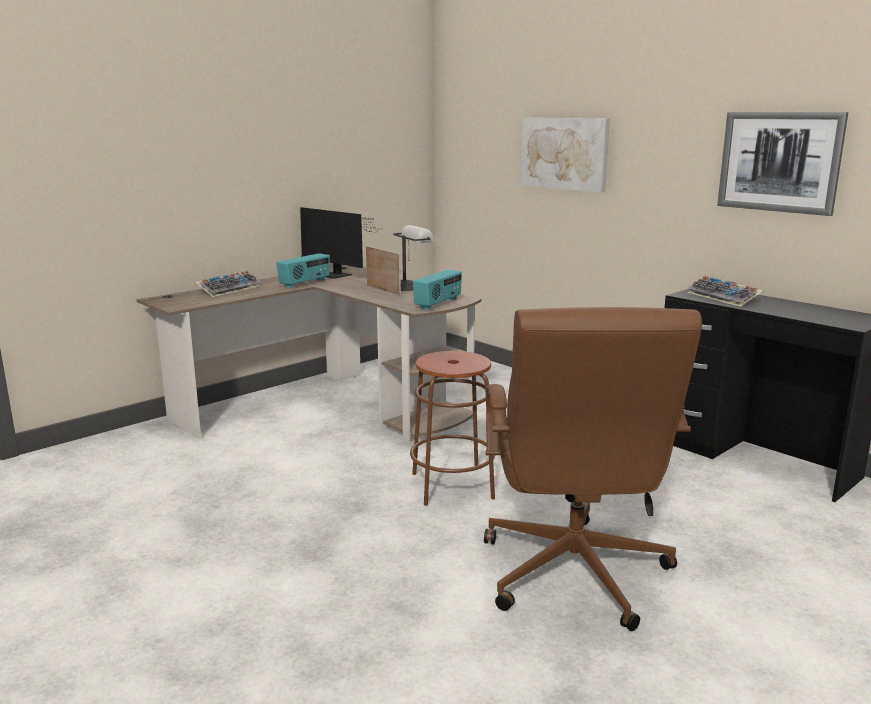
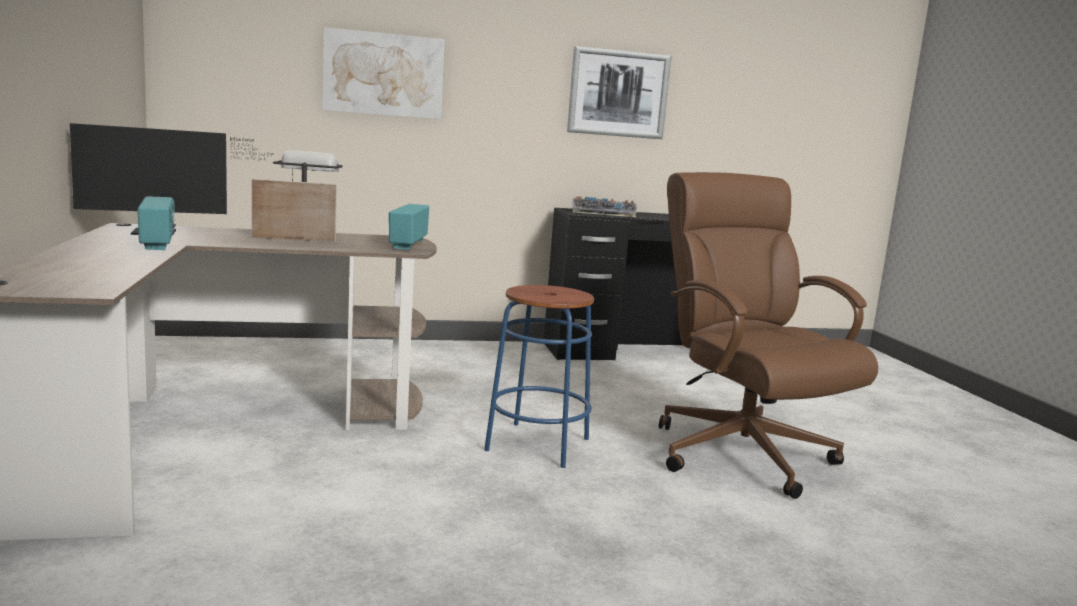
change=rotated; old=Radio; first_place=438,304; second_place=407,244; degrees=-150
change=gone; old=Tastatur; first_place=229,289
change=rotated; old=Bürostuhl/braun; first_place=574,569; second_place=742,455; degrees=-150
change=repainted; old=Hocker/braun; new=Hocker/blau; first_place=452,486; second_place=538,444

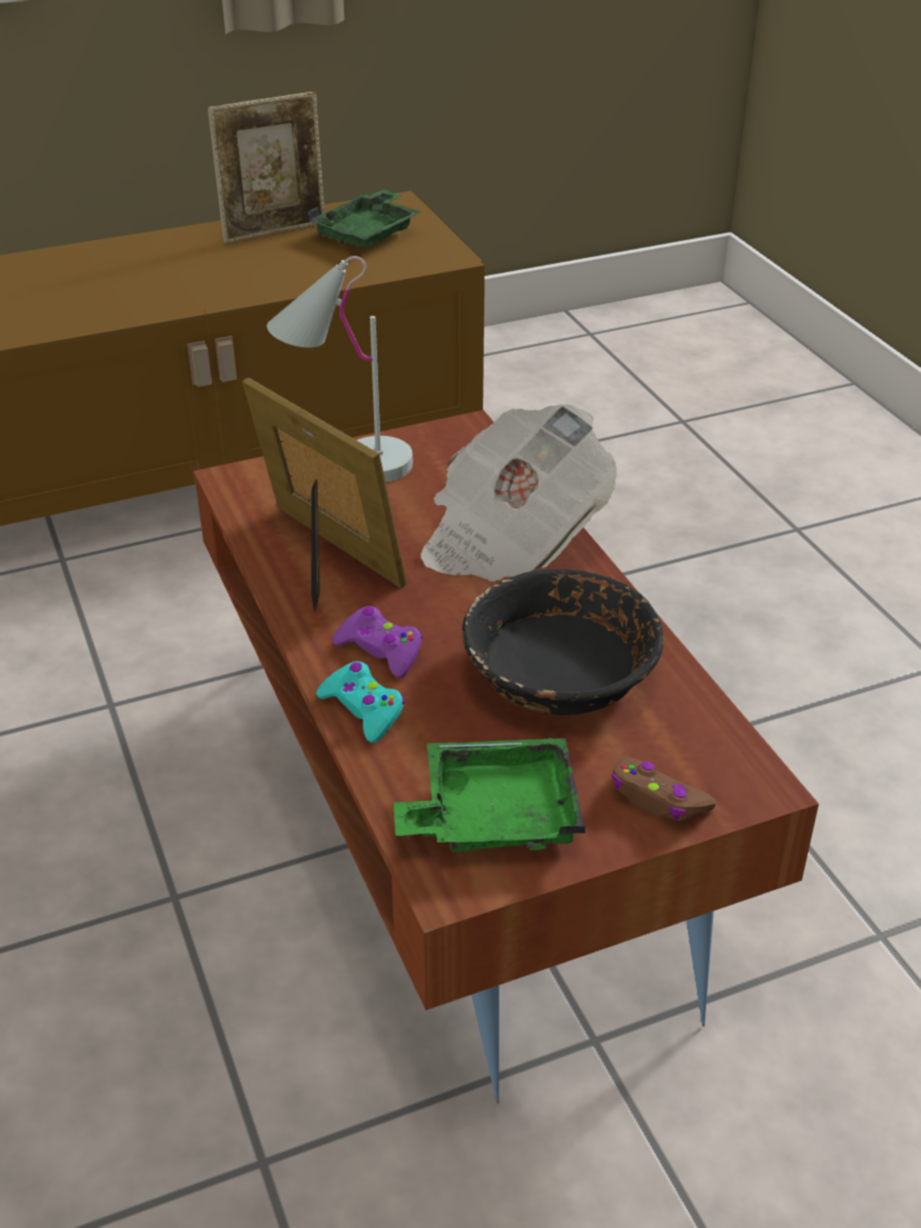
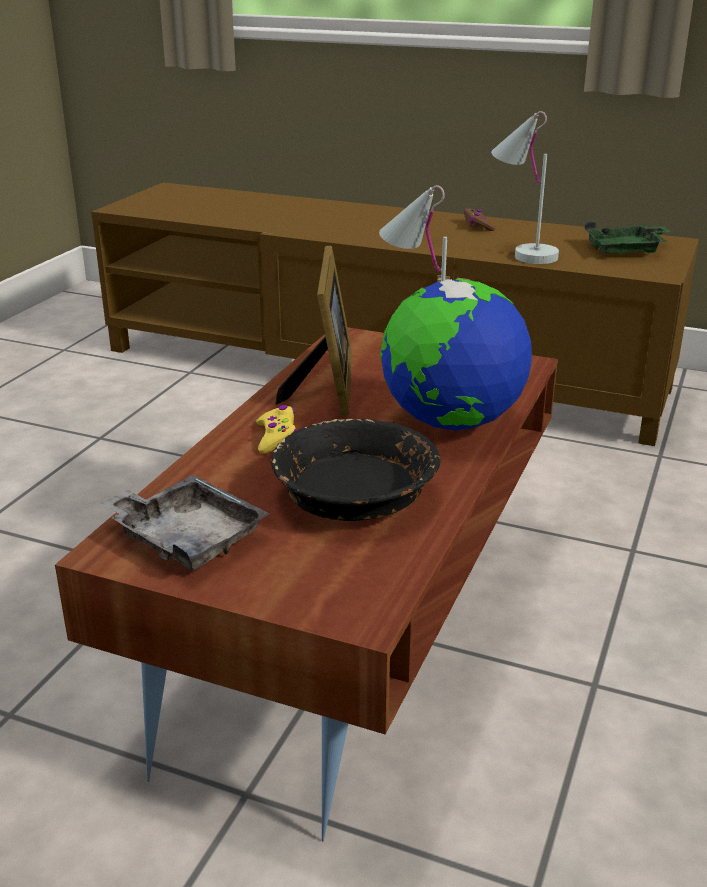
change=gone; old=Bilderrahmen; first_place=274,231
change=swapped; old=Zeitung; new=Globus; first_place=511,538; second_place=451,423
change=repainted; old=Gamepad/lila; new=Gamepad/gelb; first_place=381,650; second_place=276,437
change=gone; old=Gamepad/türkis; first_place=363,709
change=repainted; old=Tablett/grün; new=Tablett/grau; first_place=494,815; second_place=186,537
change=shifted; old=Gamepad/braun; first_place=658,799; second_place=478,225
change=new; new=Tischlampe/weiß; second_place=520,252

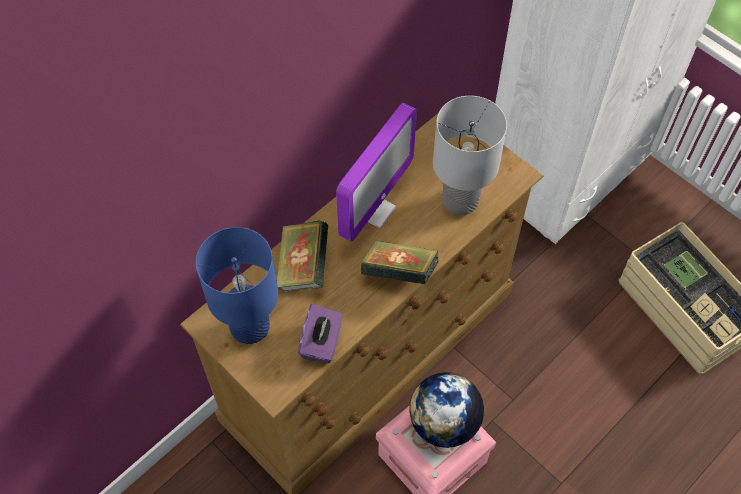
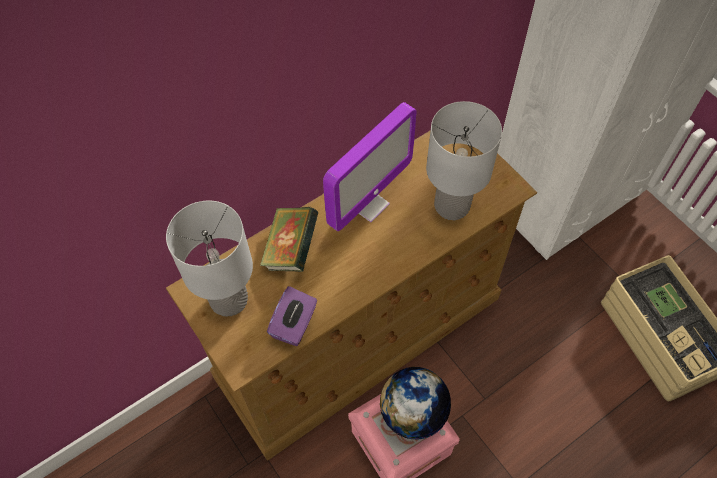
change=repainted; old=Tischlampe/blau; new=Tischlampe/grau; first_place=250,328; second_place=229,301
change=gone; old=Buch; first_place=399,273

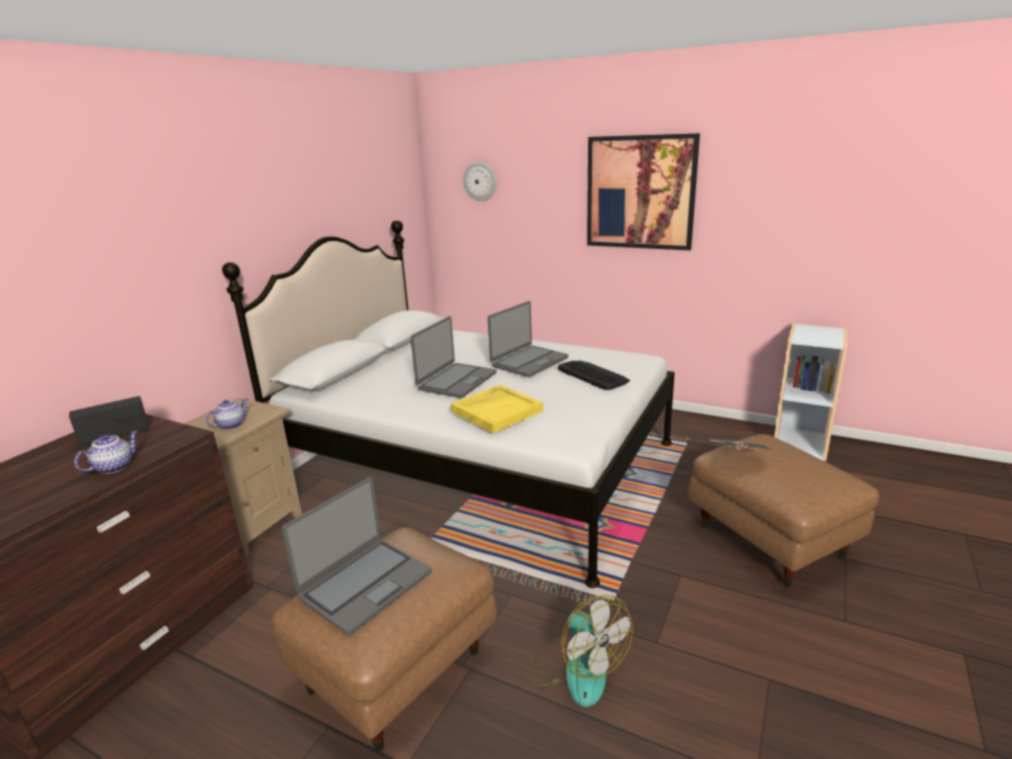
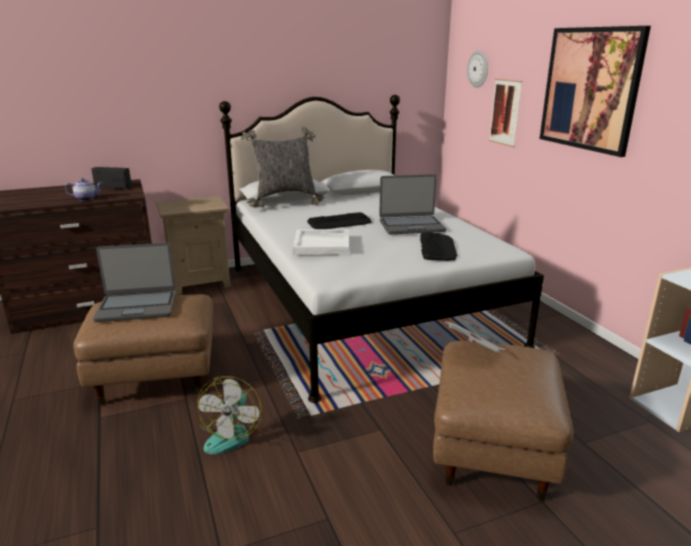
change=swapped; old=Laptop; new=Tastatur; first_place=456,381; second_place=339,222
change=repainted; old=Tablett/gelb; new=Tablett/weiß; first_place=497,411; second_place=322,244
change=gone; old=Teekanne; first_place=231,425
change=new; new=Bild; second_place=505,112
change=new; new=Kissen; second_place=284,204

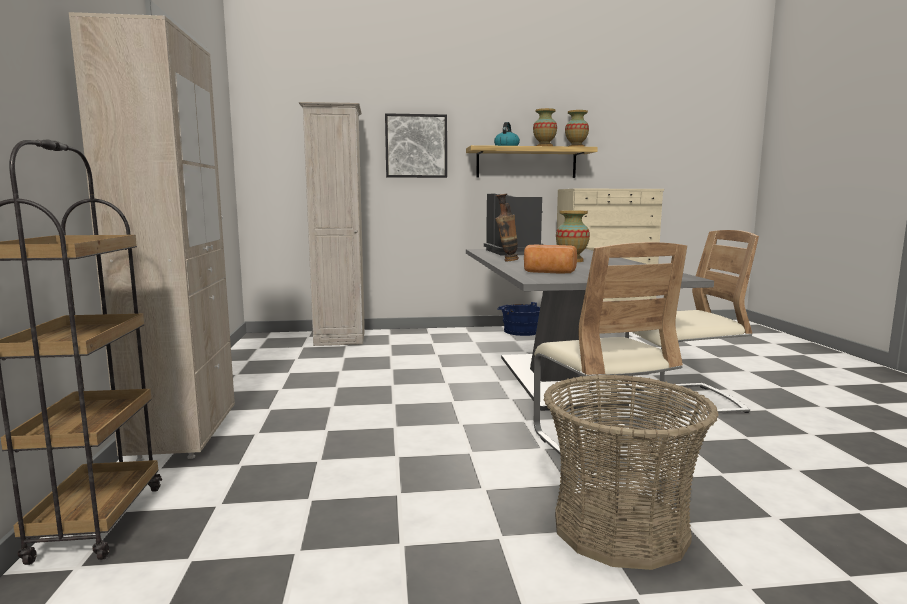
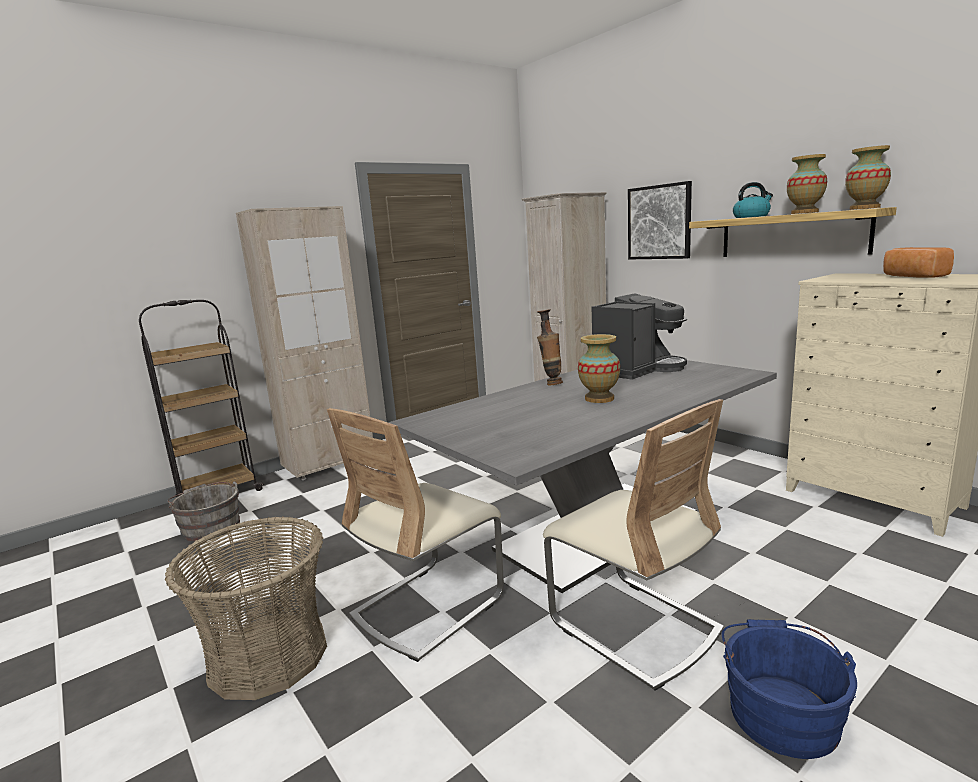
change=shifted; old=Brot; first_place=548,272; second_place=912,276
change=shifted; old=Eimer/blau; first_place=520,331; second_place=781,710
change=new; new=Eimer/grau; second_place=210,527

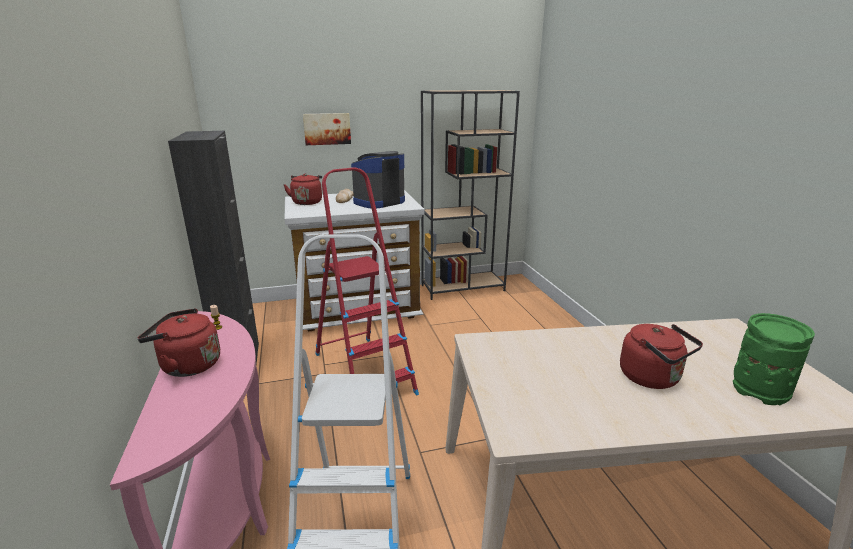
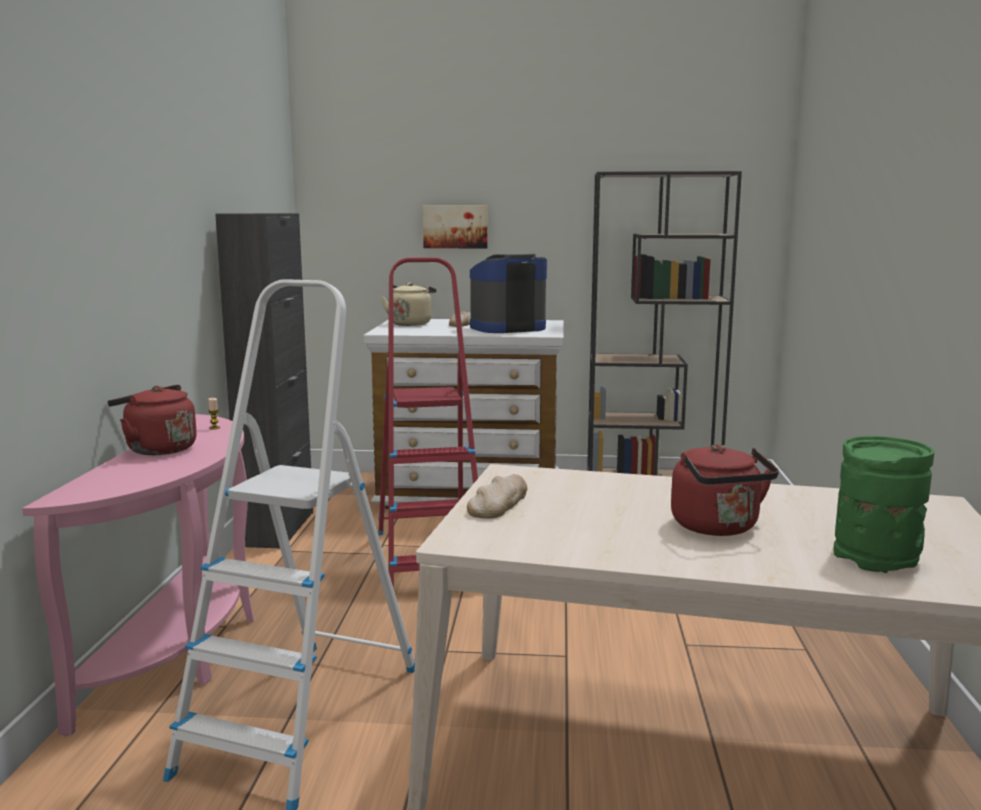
change=repainted; old=Wasserkessel/rot; new=Wasserkessel/beige; first_place=307,202; second_place=411,324
change=new; new=Brot; second_place=498,502

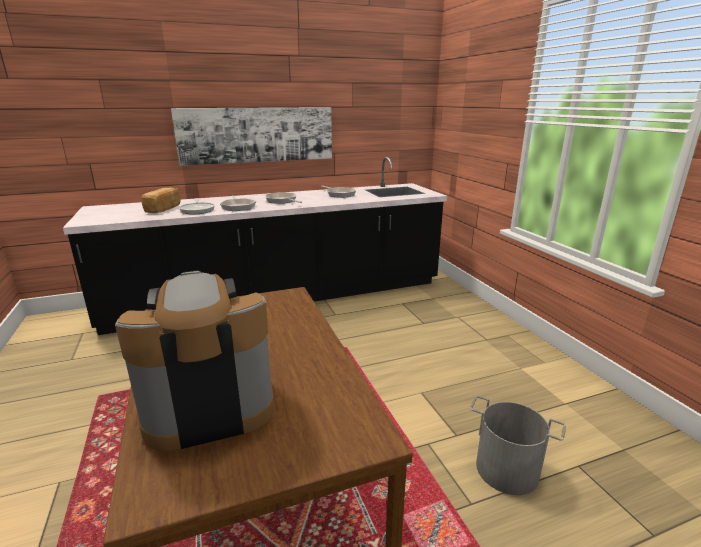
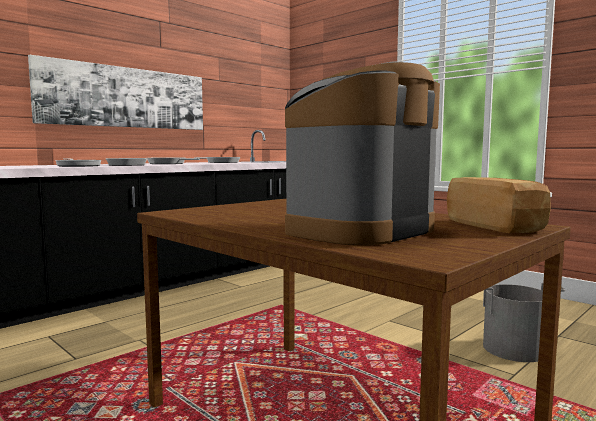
change=shifted; old=Brot; first_place=164,209; second_place=494,226

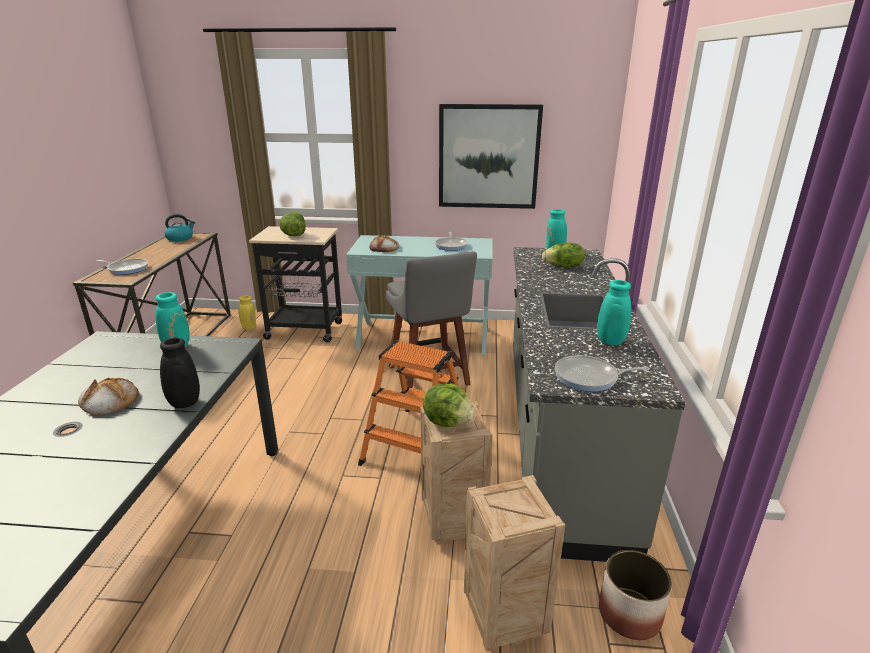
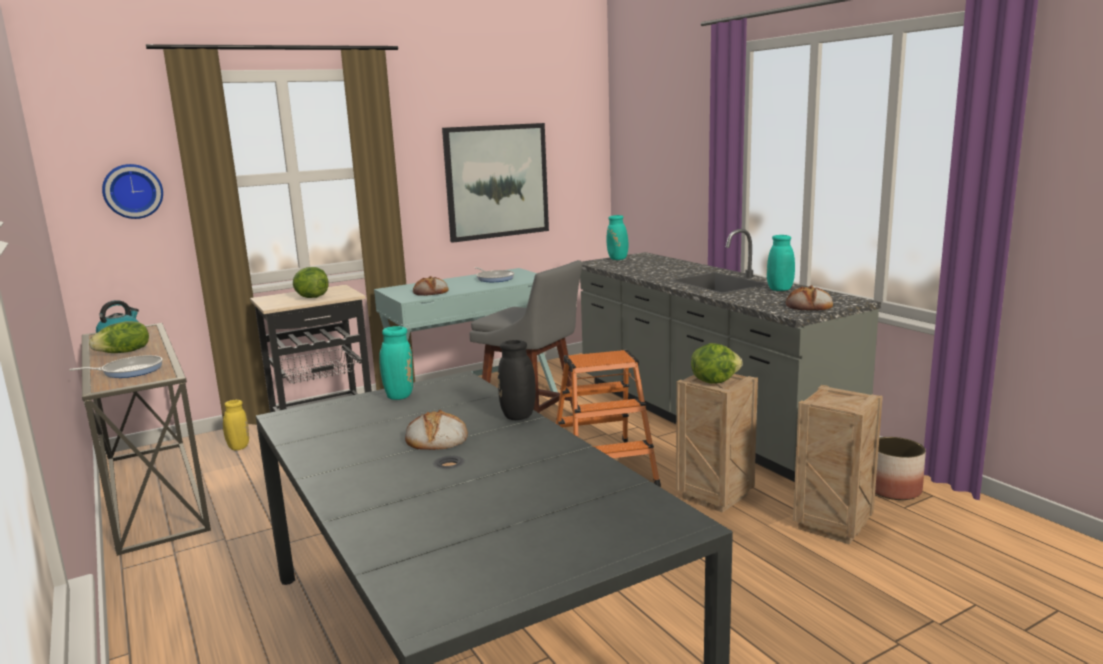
change=shifted; old=Salatkopf; first_place=563,267; second_place=124,352
change=swapped; old=Pfanne; new=Brot; first_place=589,377; second_place=809,306
change=new; new=Wanduhr; second_place=132,191

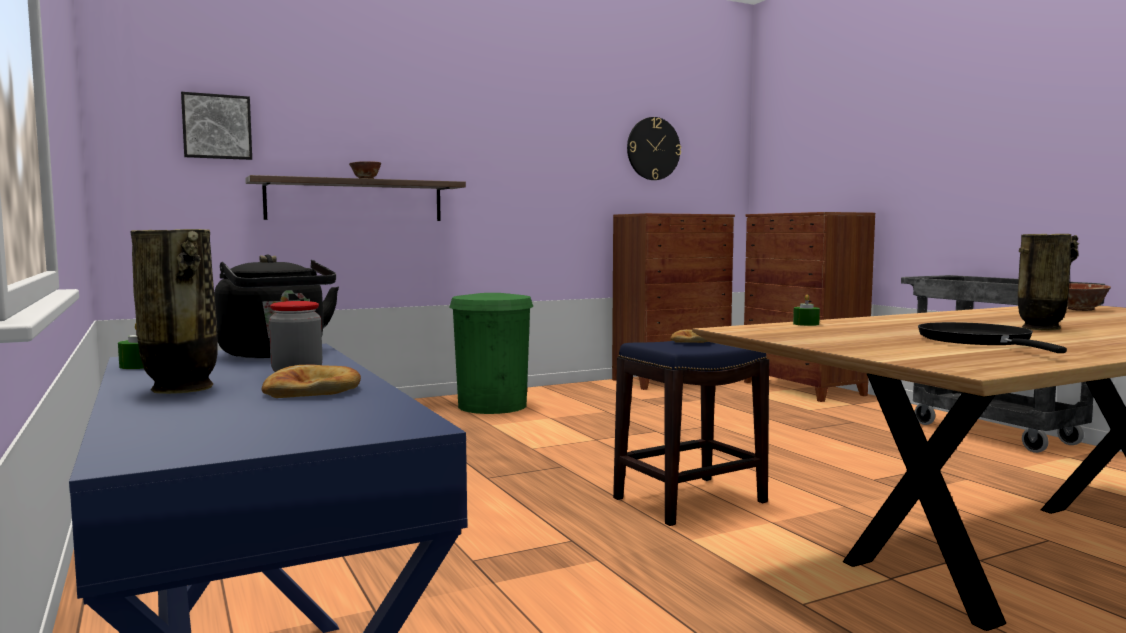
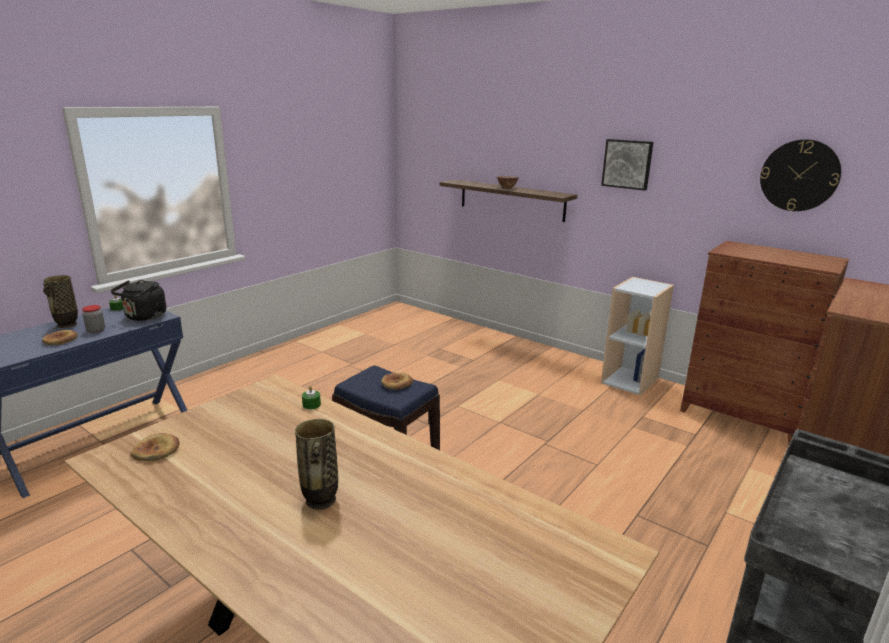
change=shifted; old=Bild; first_place=217,127; second_place=627,164
change=gone; old=Schüssel; first_place=1080,310
change=gone; old=Mülleimer/grün; first_place=492,406
change=gone; old=Pfanne/schwarz; first_place=978,342
change=new; new=Bücherregal; second_place=630,380
change=new; new=Brot; second_place=157,450

